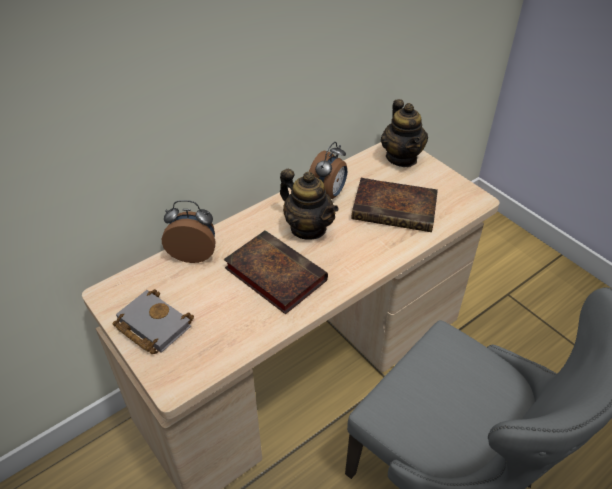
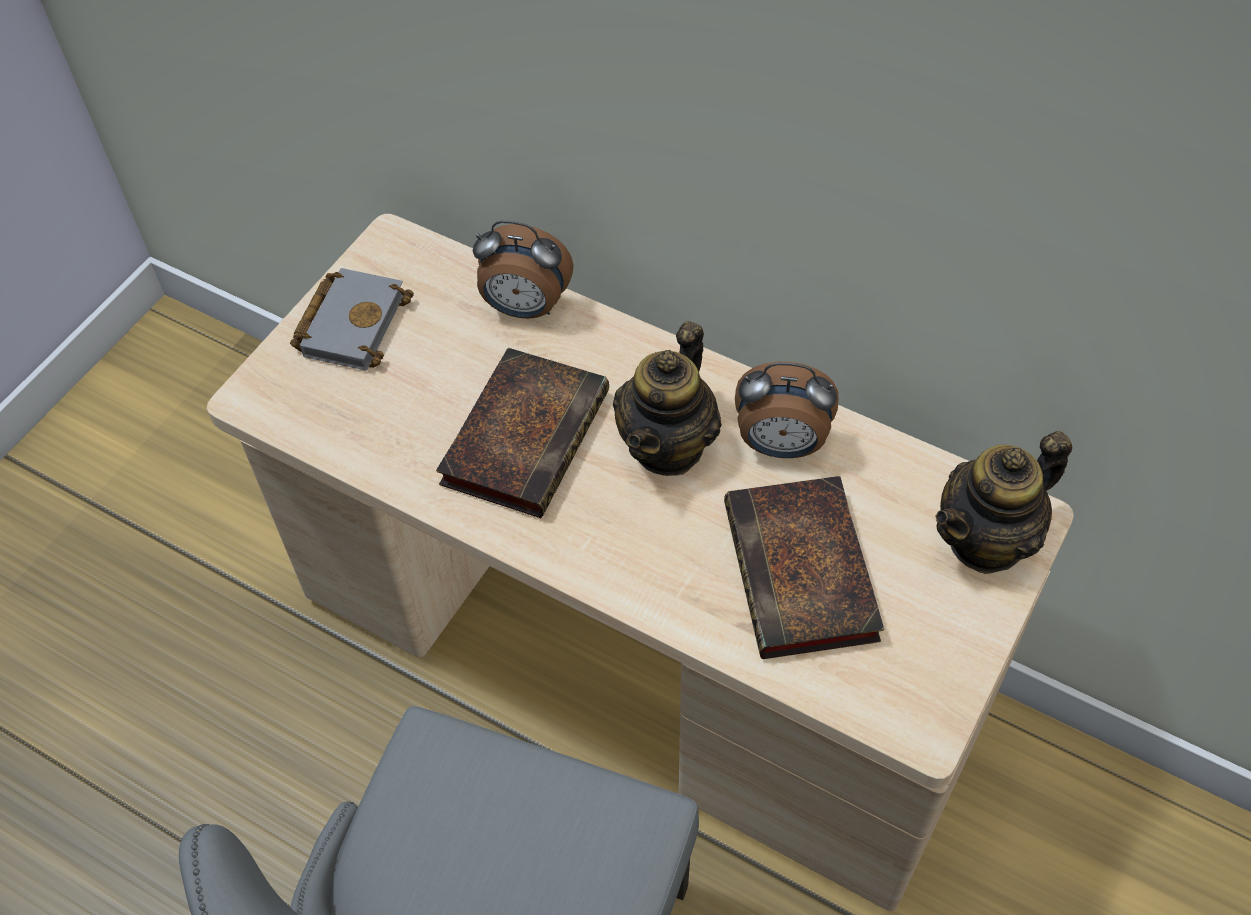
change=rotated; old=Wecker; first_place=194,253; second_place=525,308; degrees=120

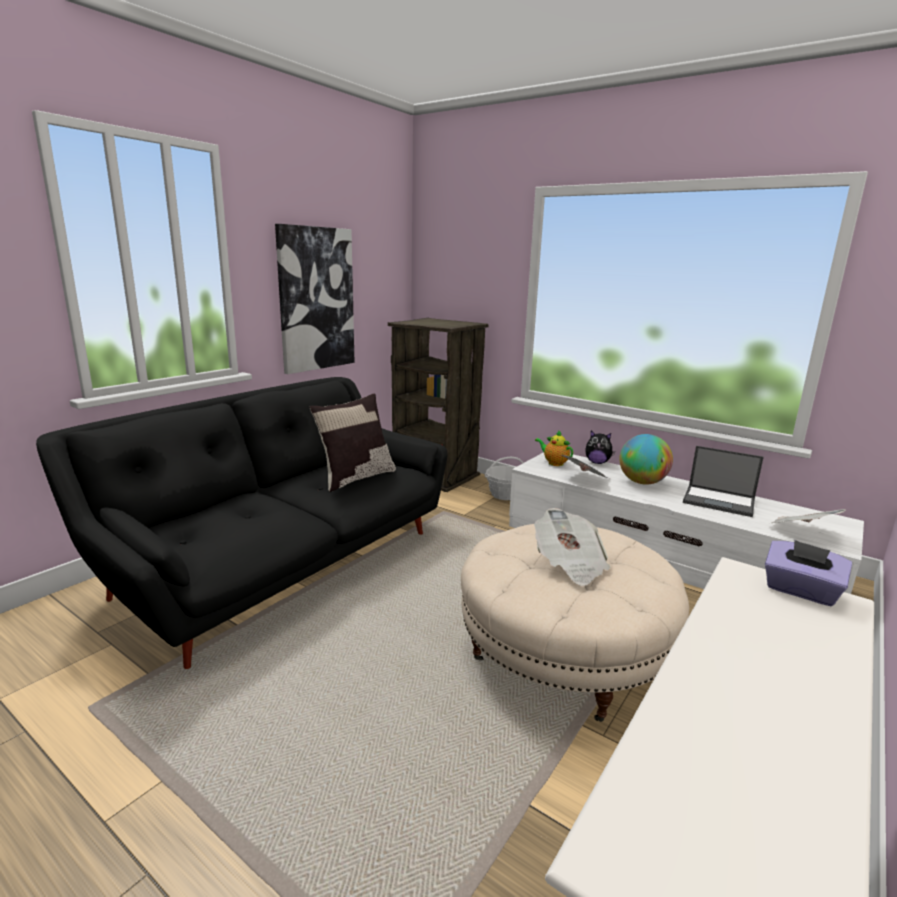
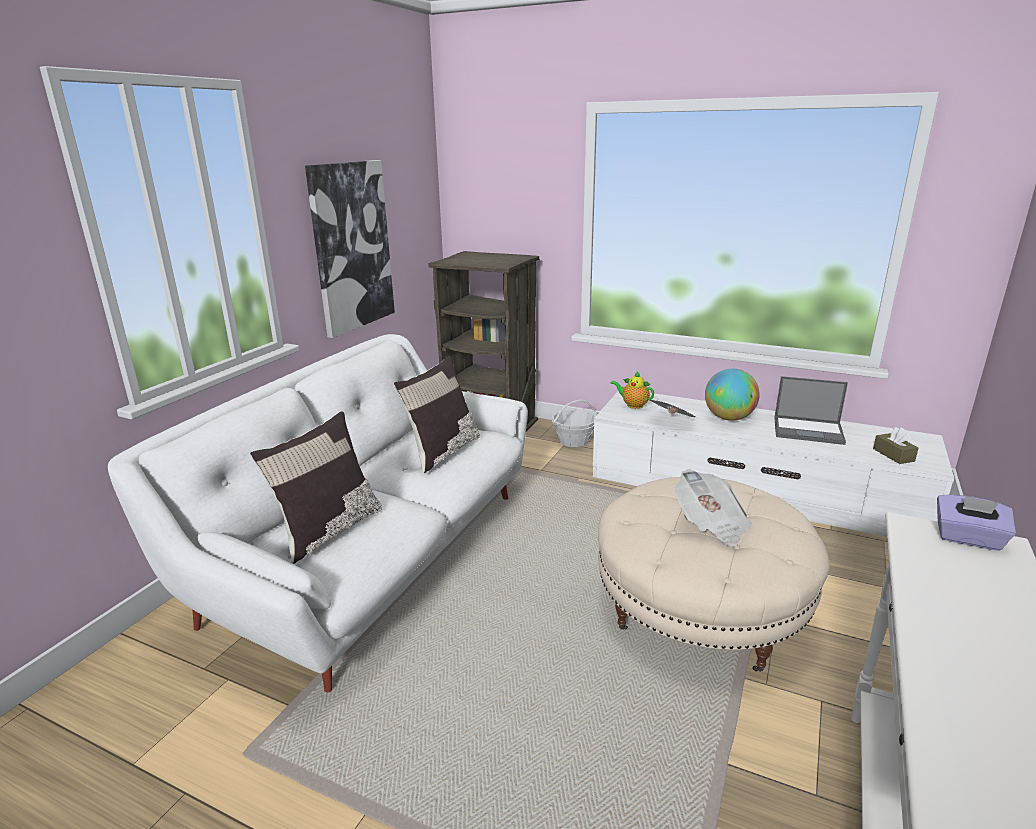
change=repainted; old=Sofa/schwarz; new=Sofa/weiß; first_place=284,564; second_place=374,556
change=gone; old=Plüschtier; first_place=597,462
change=swapped; old=Zeitung; new=Taschentuchbox/braun; first_place=801,531; second_place=893,455
change=new; new=Kissen; second_place=328,531

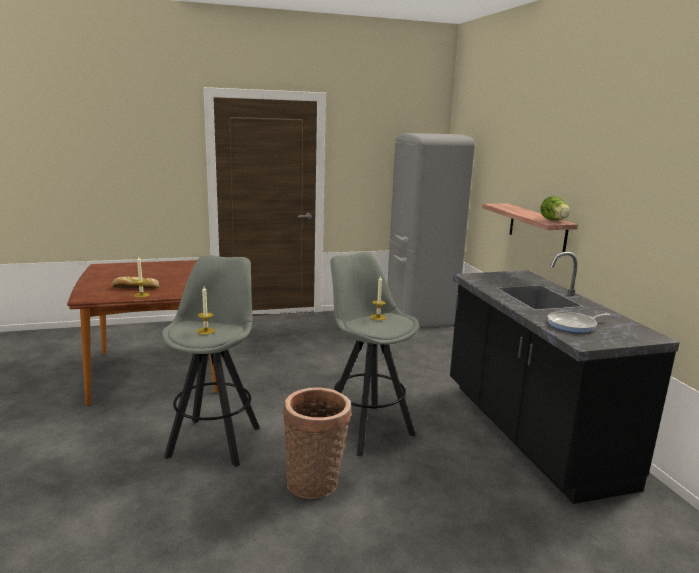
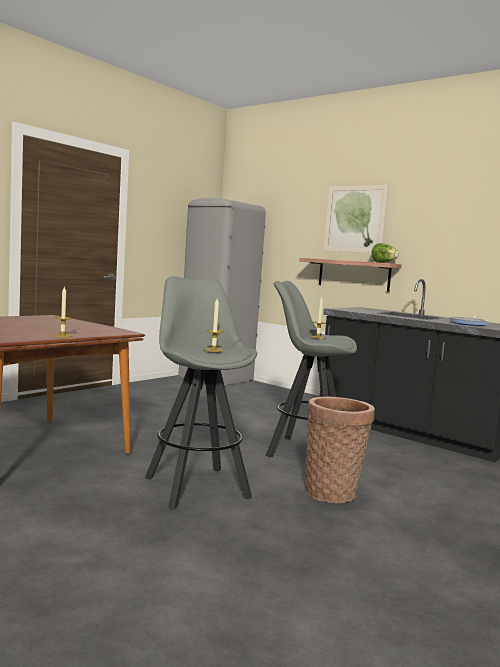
change=gone; old=Brot; first_place=134,287
change=new; new=Bild; second_place=355,219

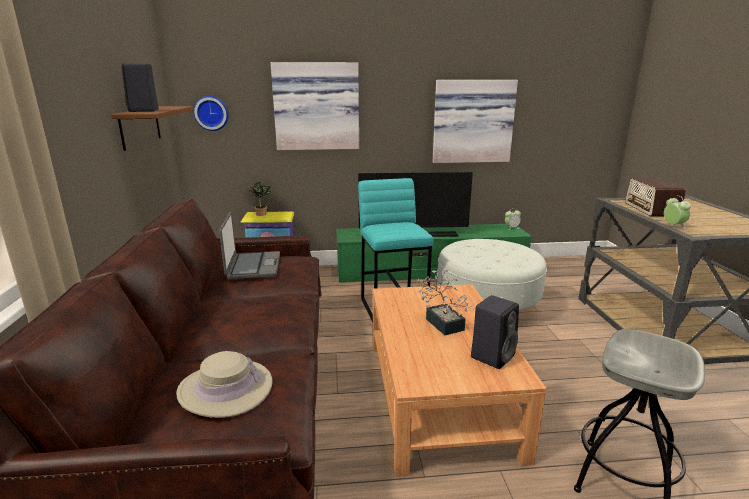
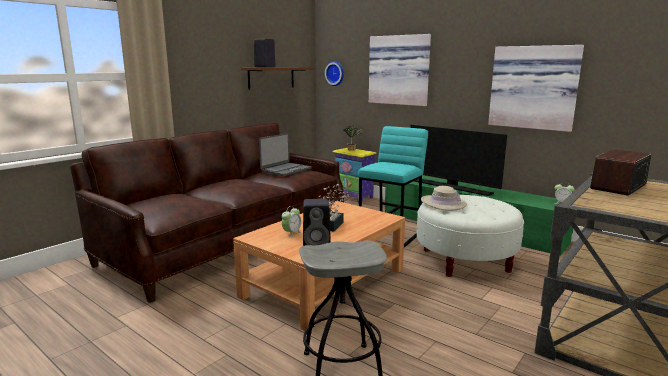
change=shifted; old=Wecker; first_place=673,226; second_place=291,233
change=shifted; old=Hut/beige; first_place=226,389; second_place=443,203

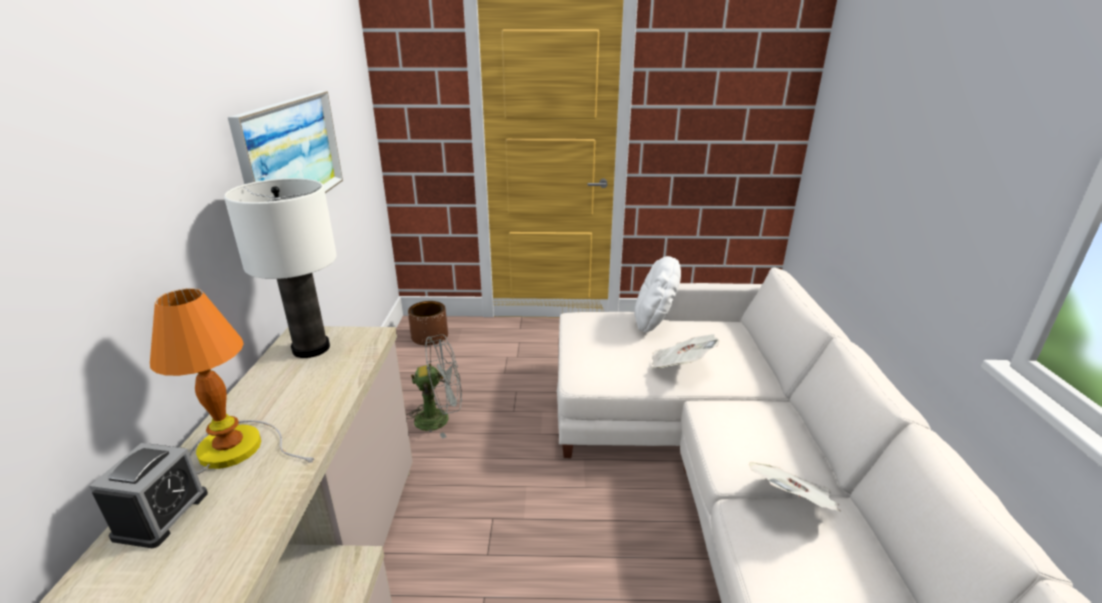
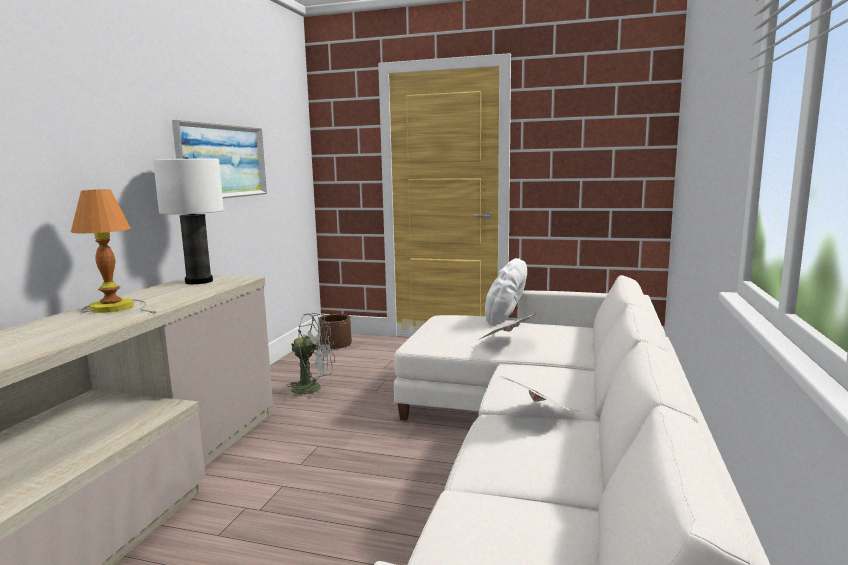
change=gone; old=Wecker; first_place=161,515

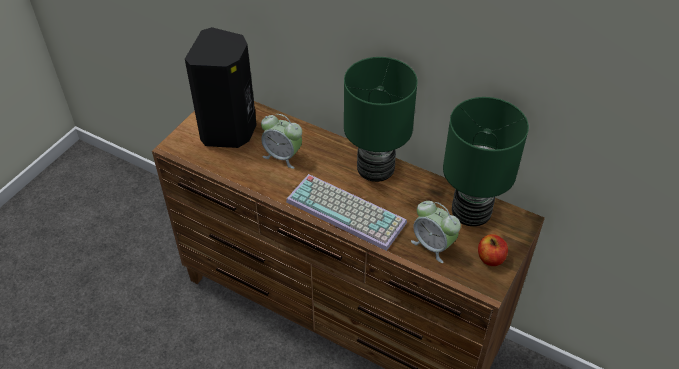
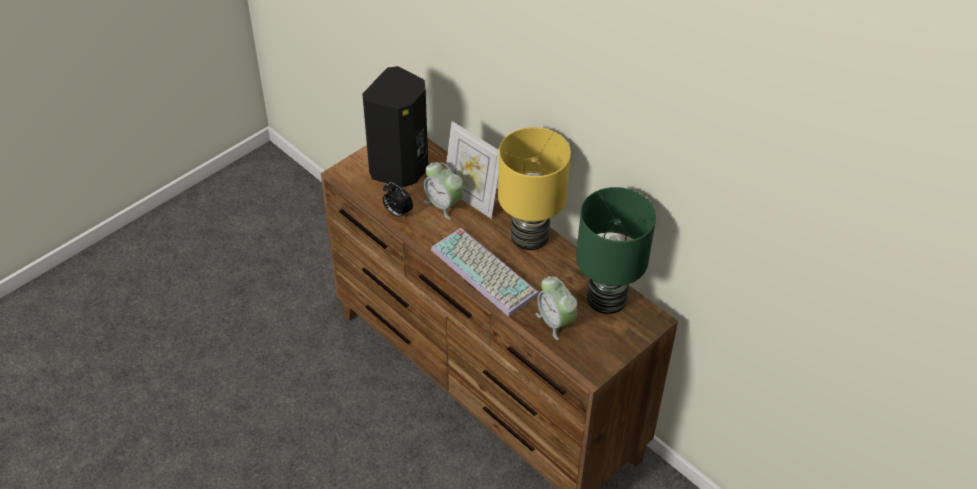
change=repainted; old=Tischlampe/grün; new=Tischlampe/gelb; first_place=376,168; second_place=530,236
change=gone; old=Apfel; first_place=490,258
change=new; new=Bilderrahmen; second_place=471,199
change=new; new=Wecker; second_place=397,213

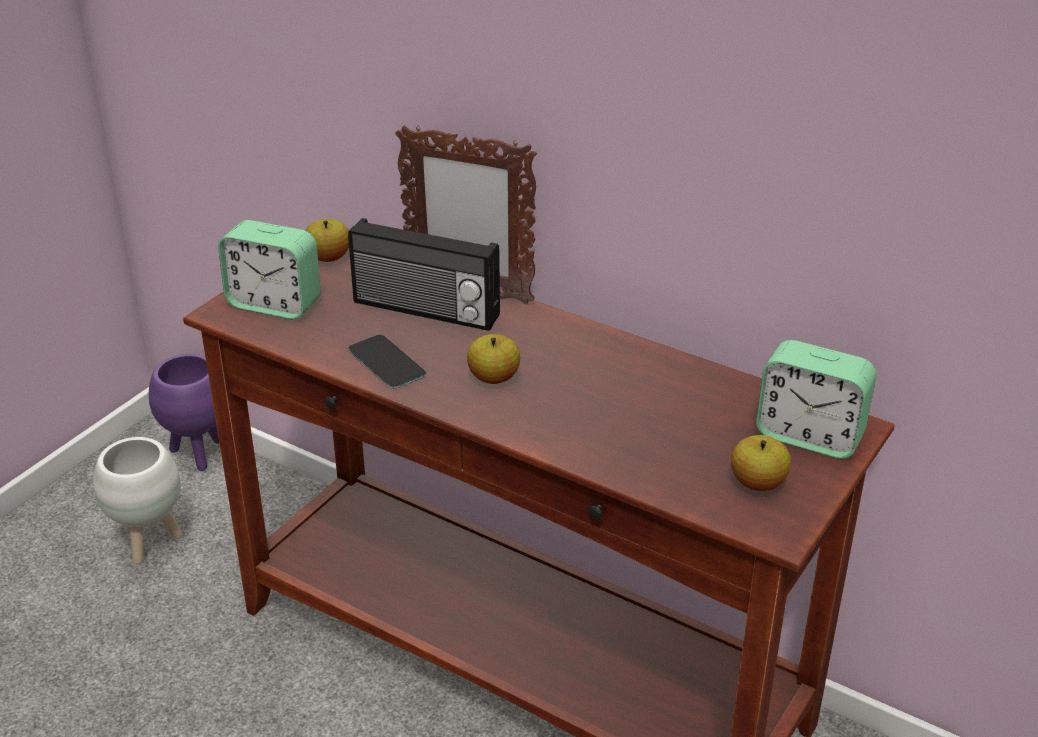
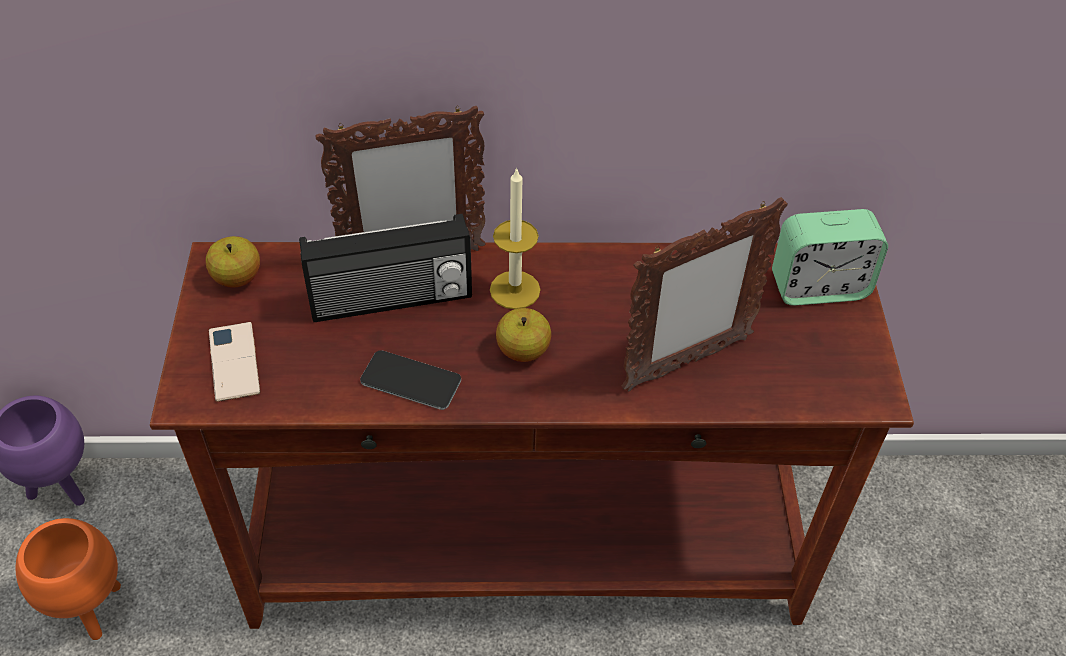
change=swapped; old=Wecker; new=Handy; first_place=274,304; second_place=234,362
change=gone; old=Apfel; first_place=758,483
change=repainted; old=Pflanzkübel/weiß; new=Pflanzkübel/orange; first_place=150,543; second_place=92,610
change=new; new=Kerze; second_place=515,290
change=new; new=Bilderrahmen; second_place=685,363

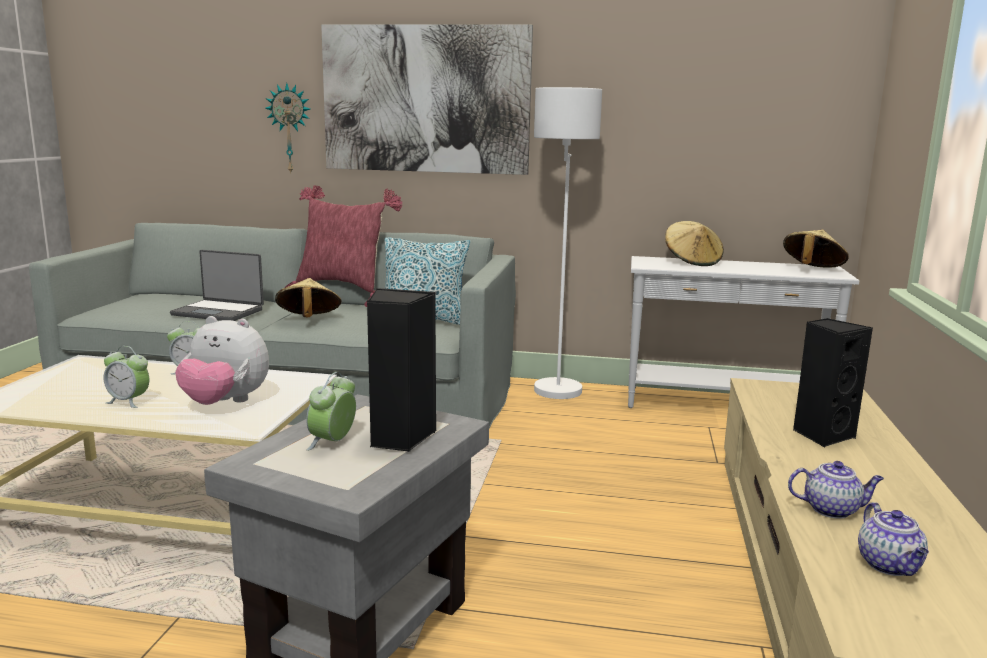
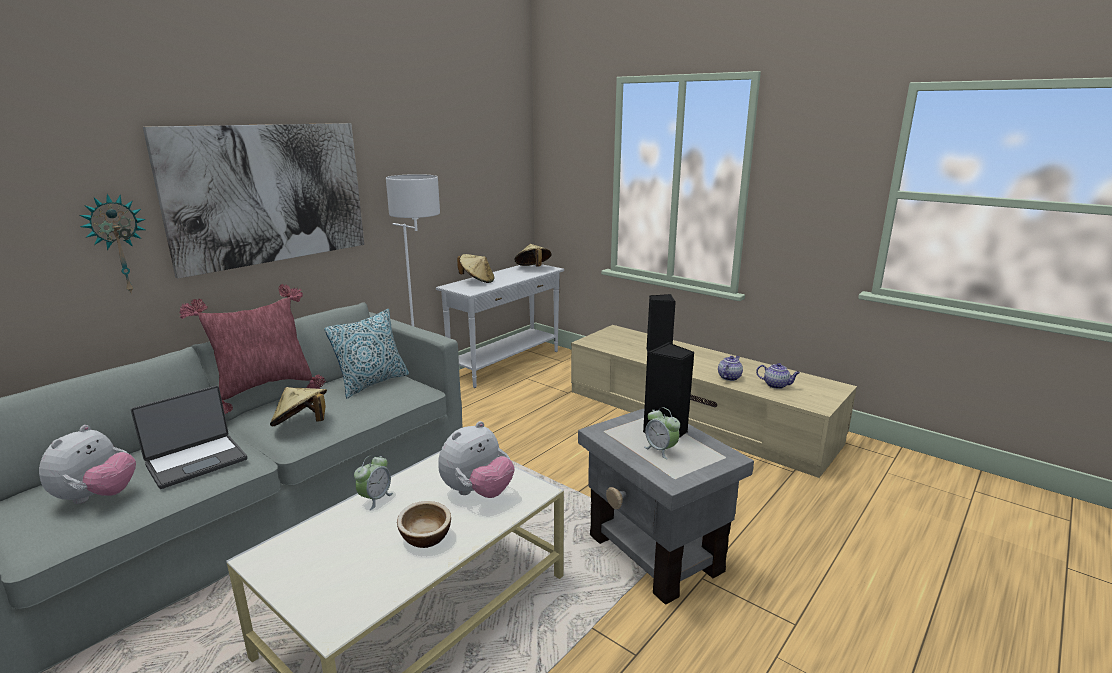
change=swapped; old=Wecker; new=Schüssel; first_place=129,402; second_place=425,537
change=new; new=Plüschtier; second_place=97,497

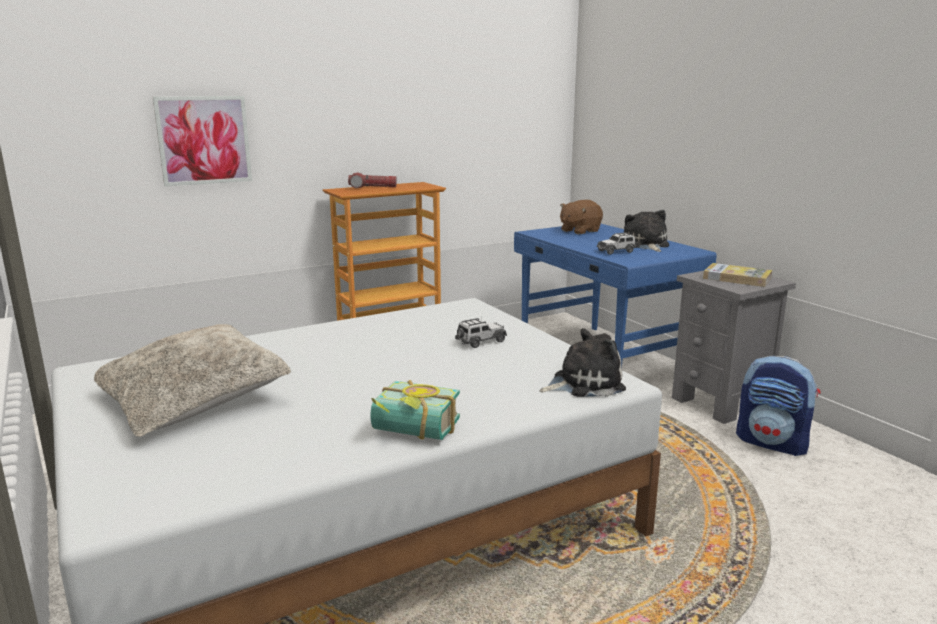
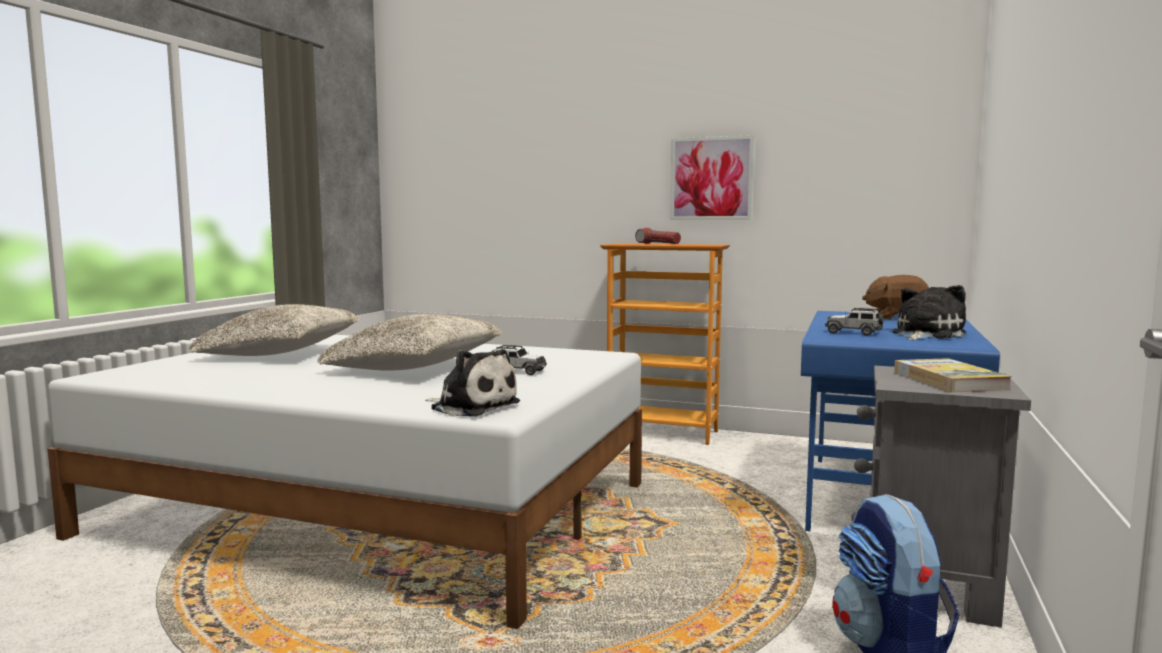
change=shifted; old=Bild; first_place=204,140; second_place=711,178
change=gone; old=Buch; first_place=412,433
change=new; new=Kissen/beige; second_place=413,368

